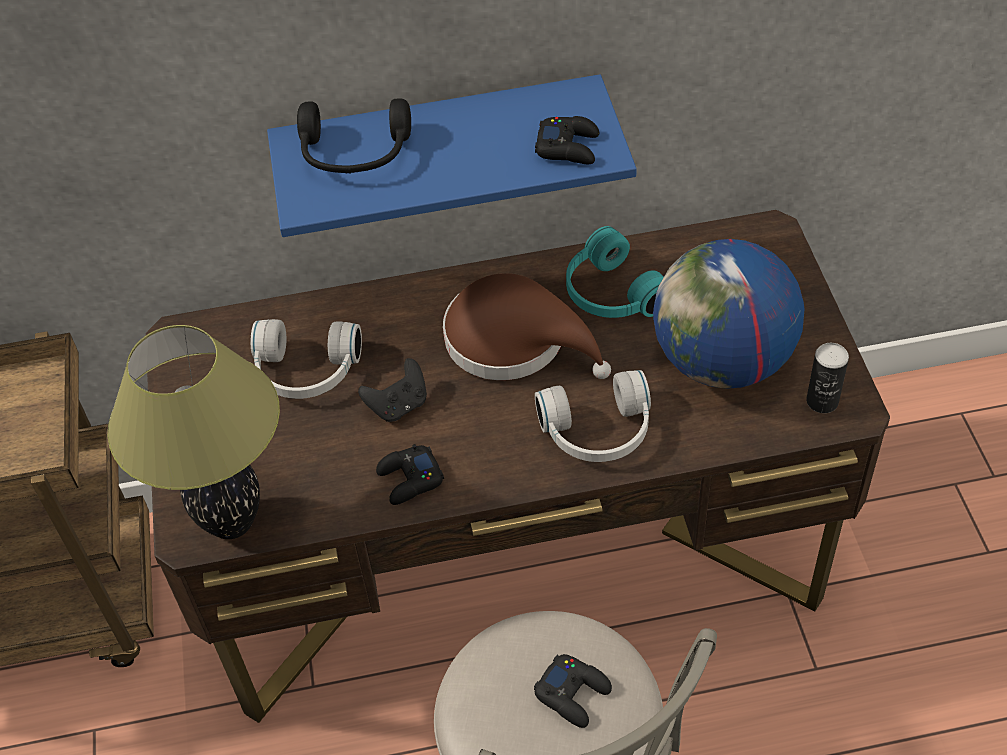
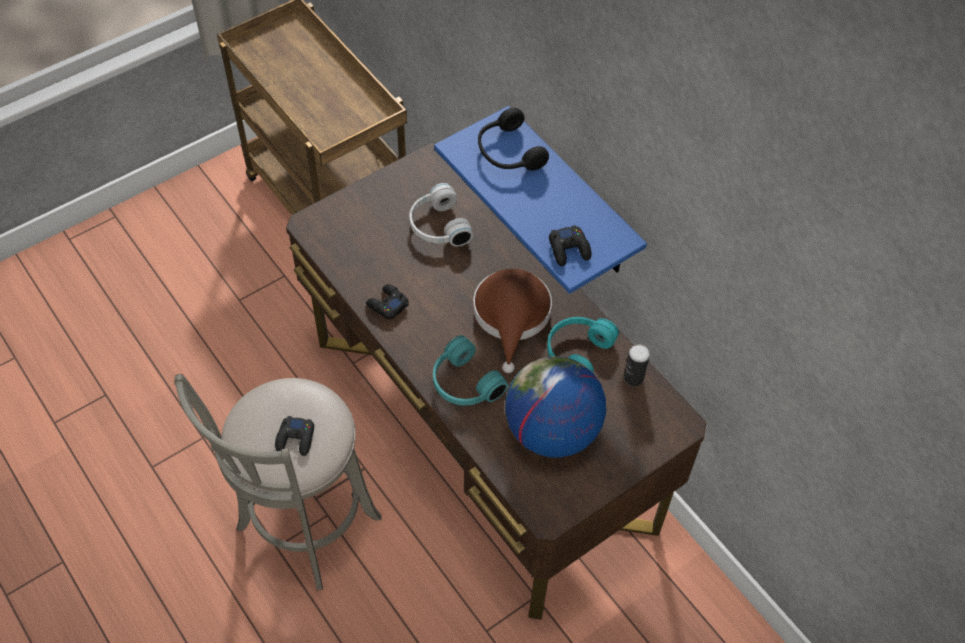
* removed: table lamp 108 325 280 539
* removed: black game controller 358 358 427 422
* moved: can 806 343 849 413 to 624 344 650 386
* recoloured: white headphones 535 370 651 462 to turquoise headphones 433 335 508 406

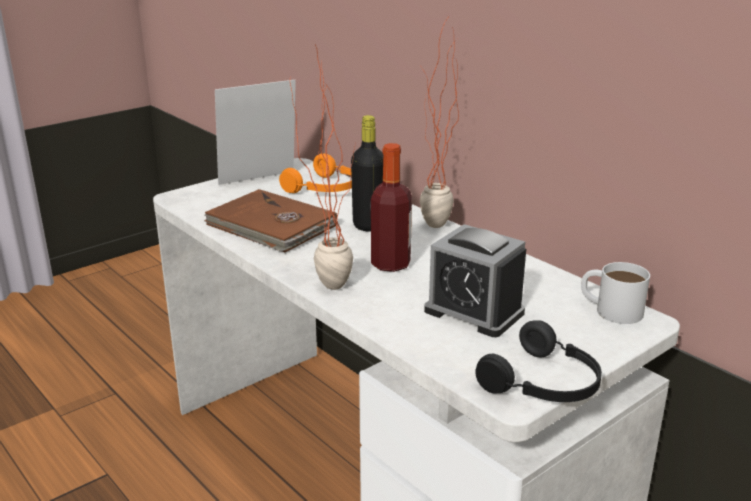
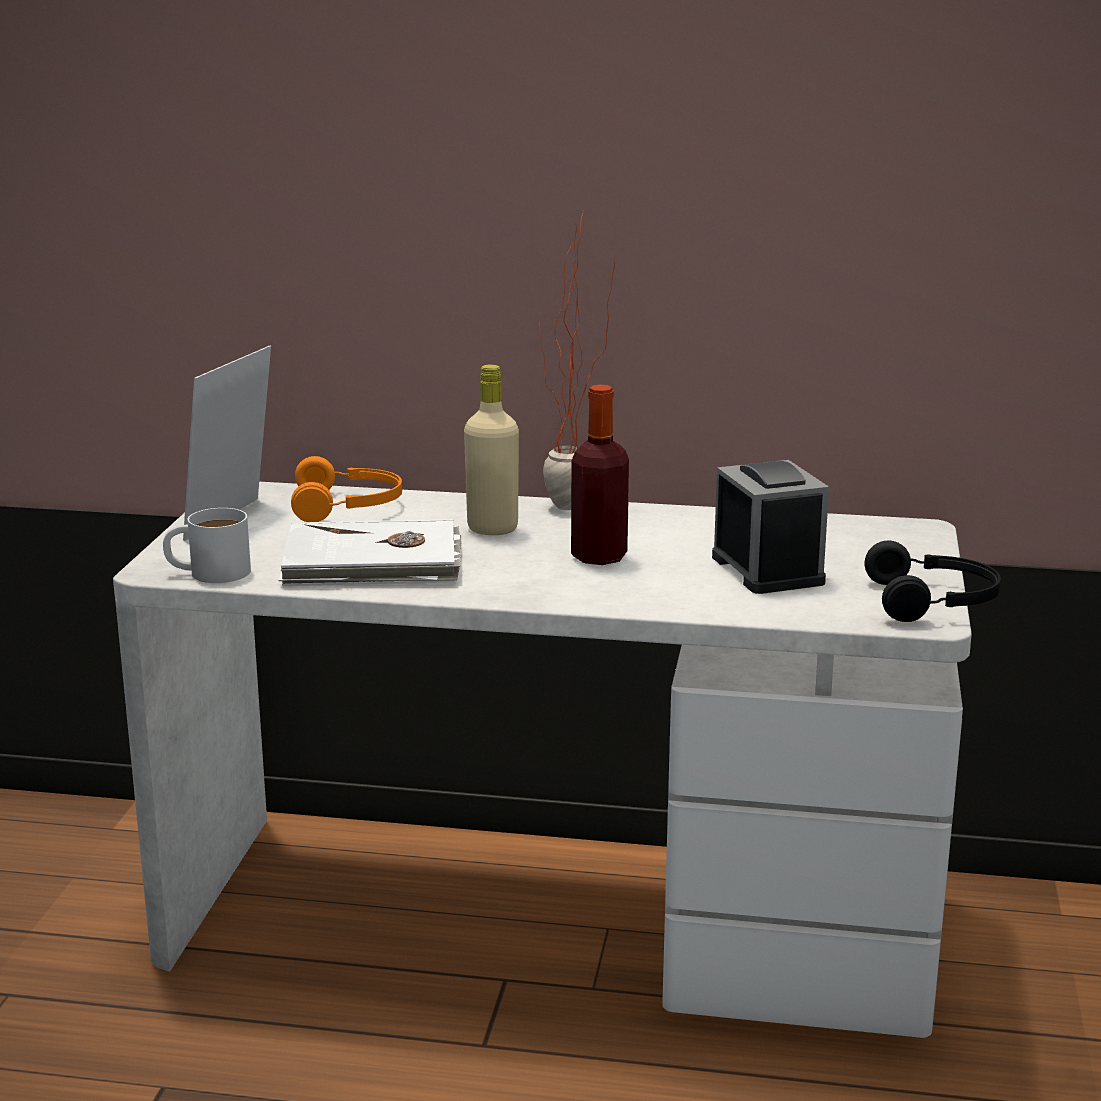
* removed: potted plant 290 45 355 290
* moved: white mug 581 262 650 324 to 163 508 251 583
* recoloured: brown book 204 189 337 252 to white book 279 519 461 586
* recoloured: black bottle 351 115 383 232 to beige bottle 464 365 519 535
* turned: alarm clock 424 224 526 337 = 712 460 829 594 105 degrees counterclockwise

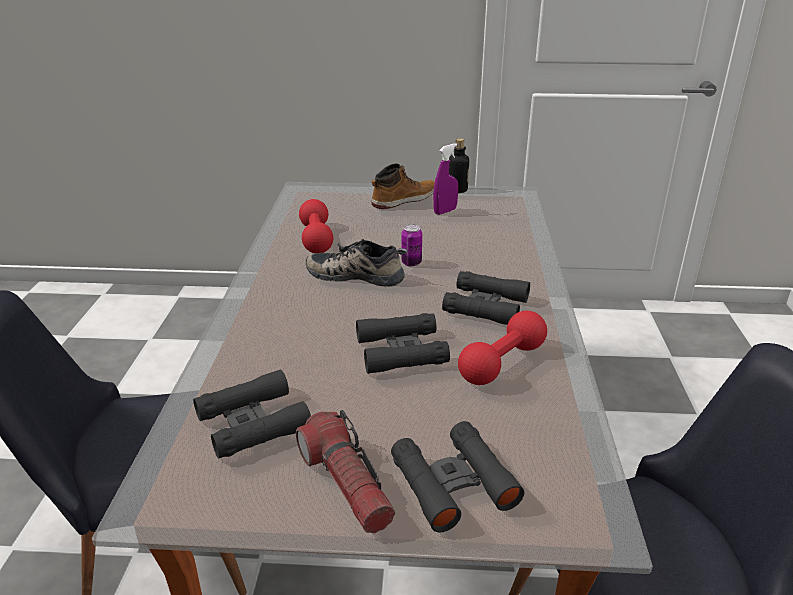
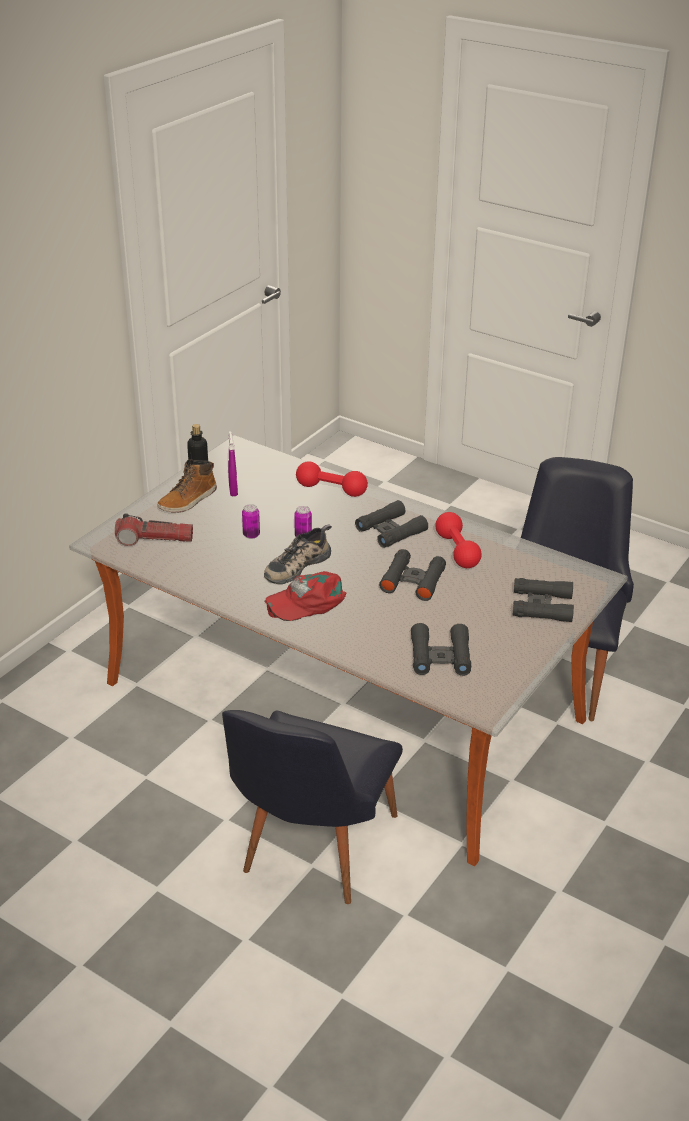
* added: can 242 504 260 539
* added: red cap 265 571 347 621
* moved: flashlight 296 410 395 533 to 115 513 193 546
* moved: red dumbbell 299 199 333 253 to 296 461 368 497
* turned: boot 372 163 435 209 = 157 459 217 512 135 degrees counterclockwise

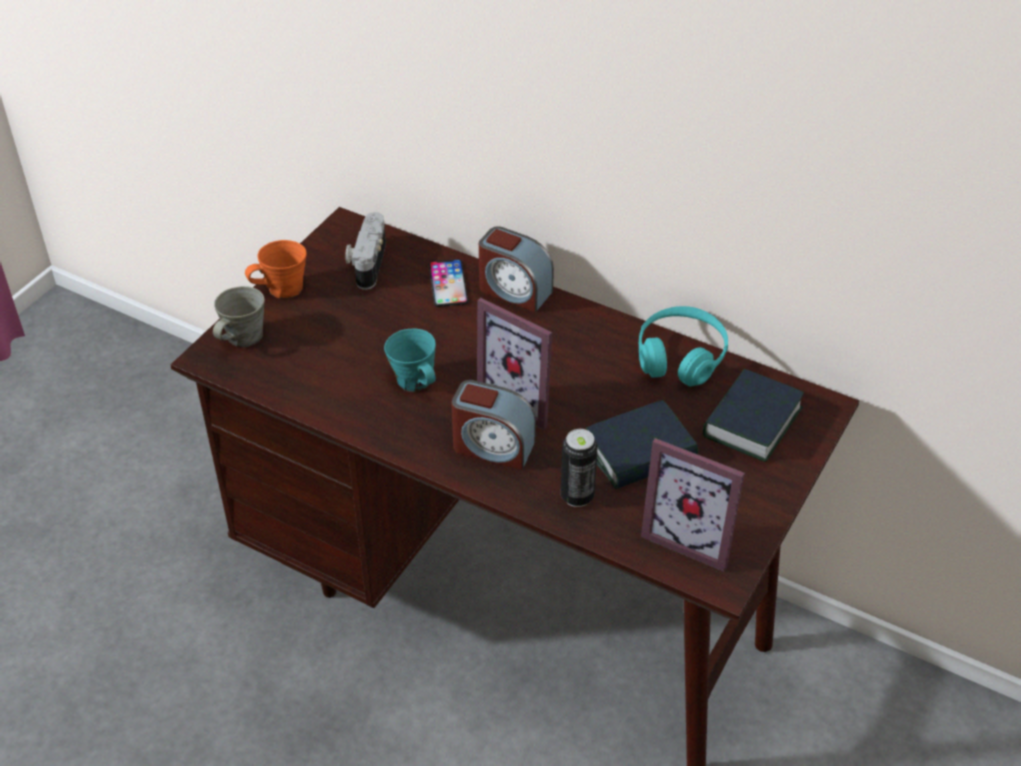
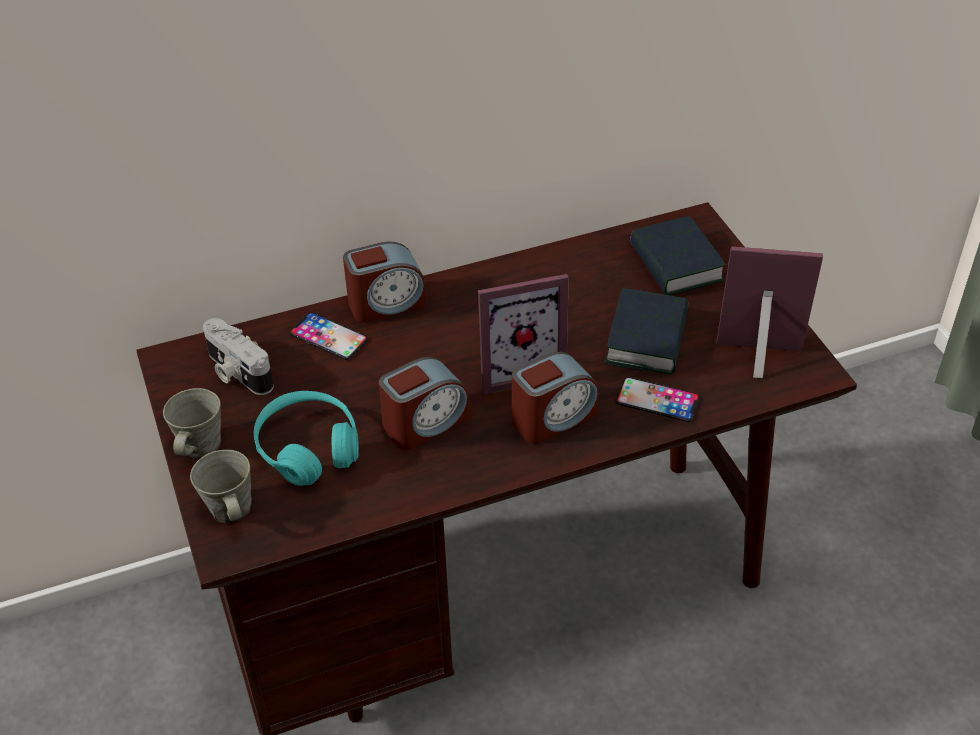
* moved: turquoise headphones 639 306 728 386 to 254 391 359 486
* replaced: turquoise mug 384 328 436 392 to alarm clock 379 357 469 450
* replaced: can 561 429 598 507 to phone 616 377 700 422
* recoloured: orange mug 245 240 307 298 to grey mug 163 388 221 458
* turned: picture frame 641 438 745 572 = 717 246 823 378 150 degrees counterclockwise

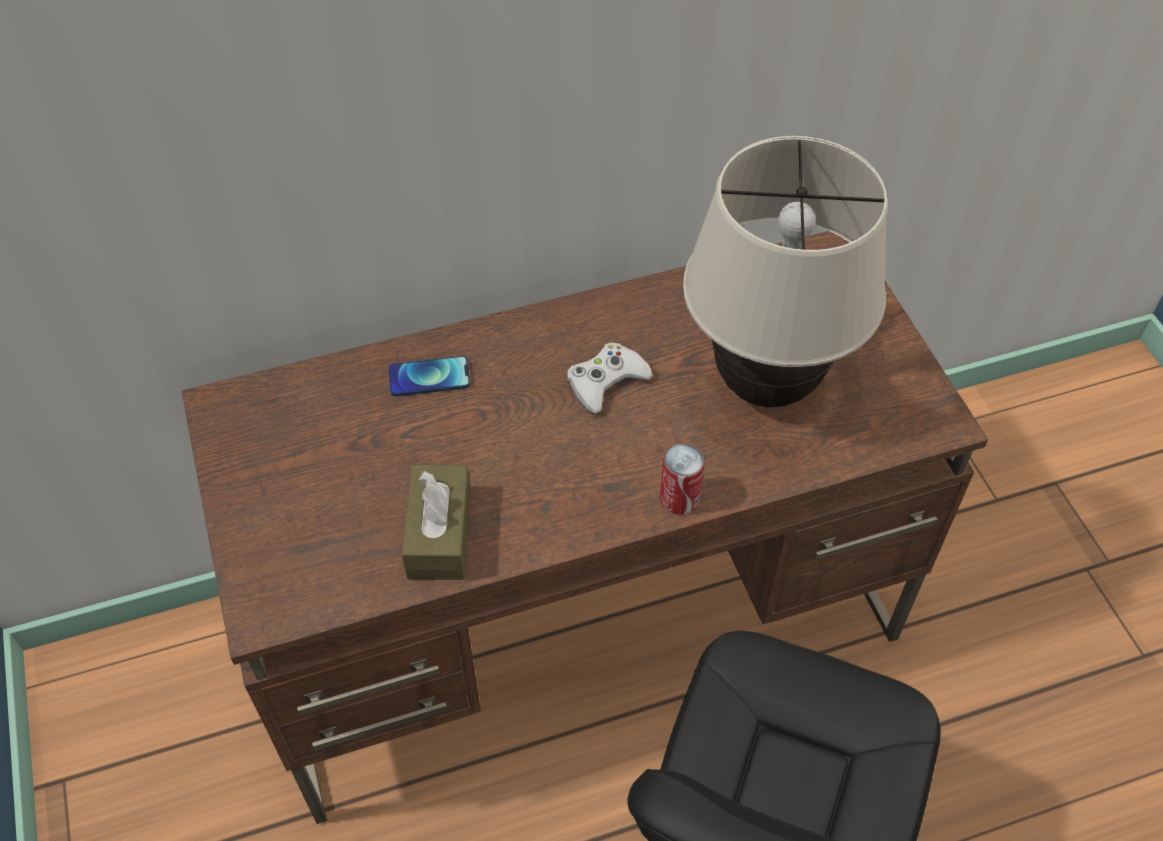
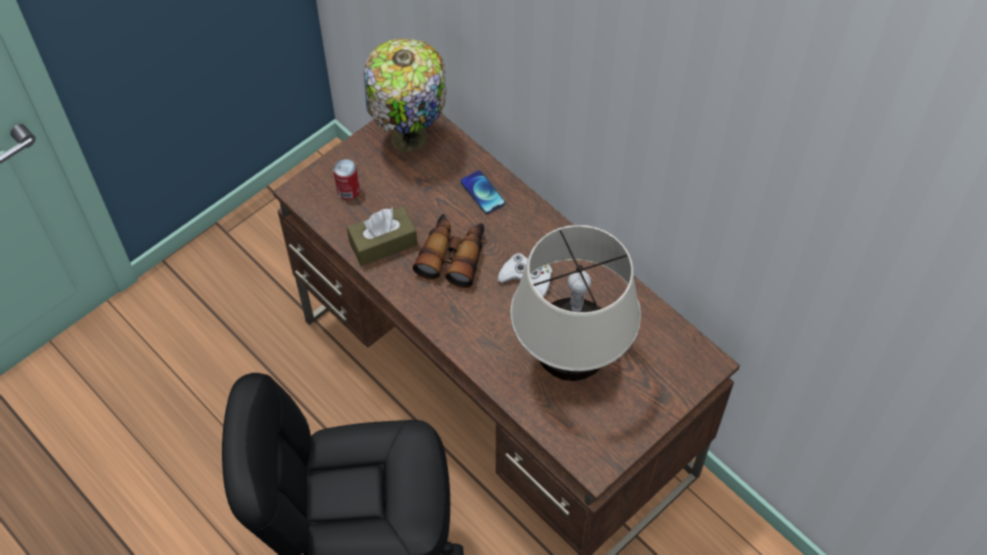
* added: table lamp 364 38 446 152
* added: binoculars 413 214 484 288
* moved: can 660 444 705 515 to 333 159 360 200

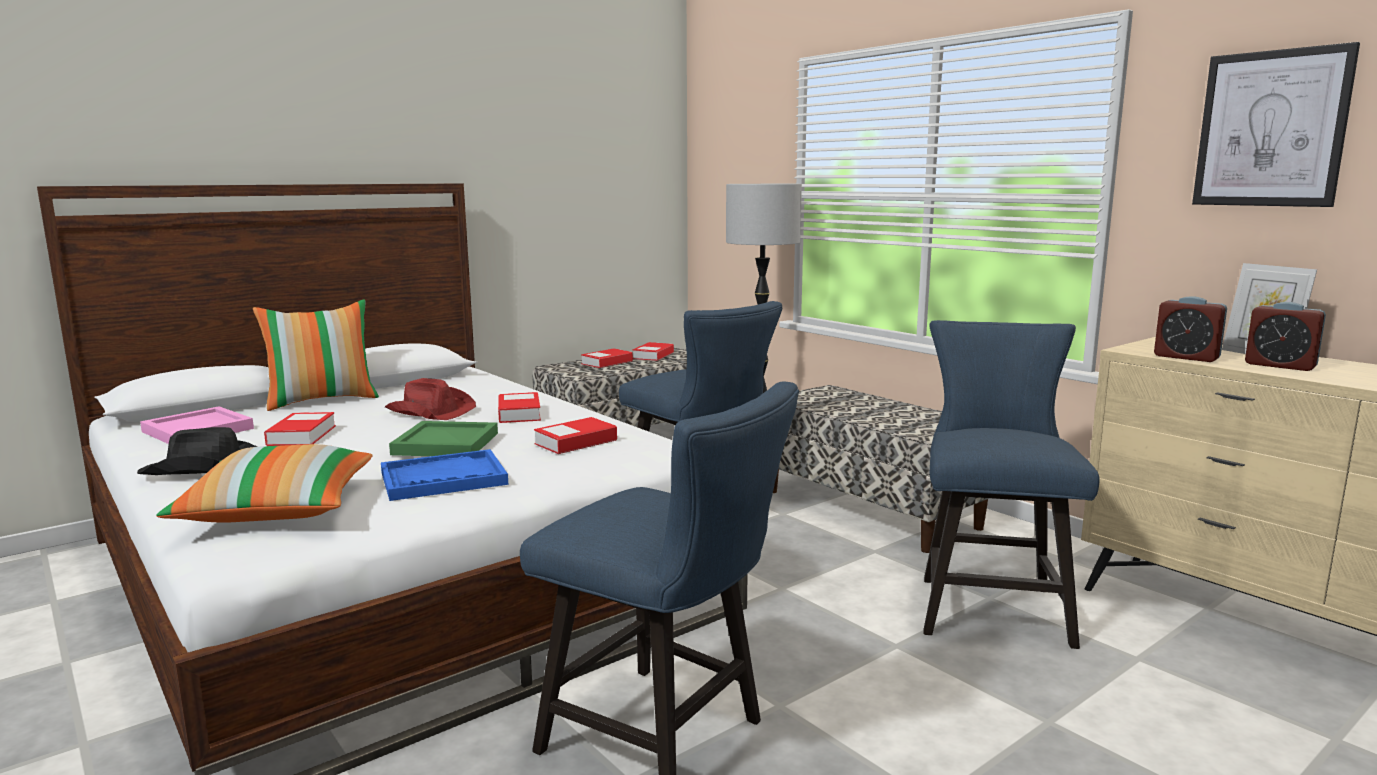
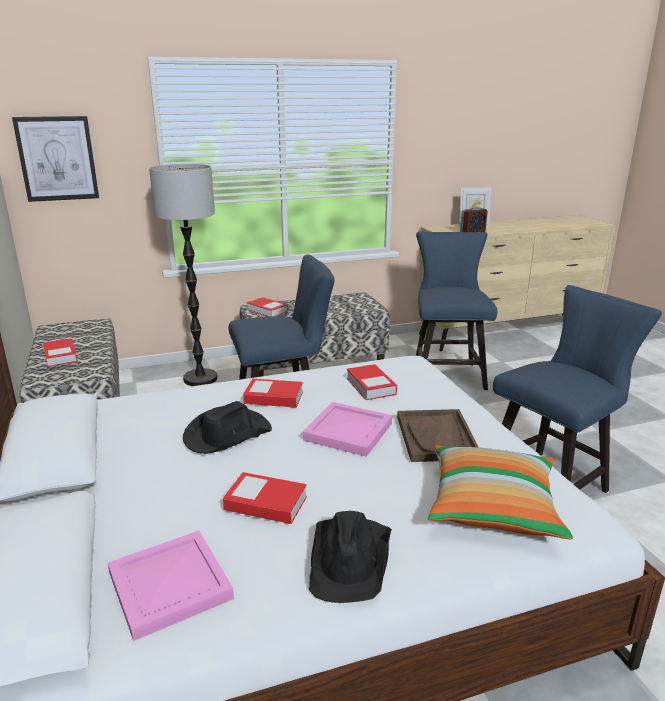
* removed: pillow 253 300 379 411
* removed: alarm clock 1245 302 1326 371
* moved: book 633 342 674 361 to 247 297 288 317
* moved: picture 1192 42 1360 207 to 12 116 99 202
* recoloured: blue tray 381 449 508 501 to brown tray 397 409 479 462
* recoloured: red hat 385 378 476 420 to black hat 183 401 272 454
* recoloured: green tray 389 421 498 456 to pink tray 302 402 392 457
* turned: blue chair 923 320 1100 649 = 416 232 497 390 60 degrees clockwise

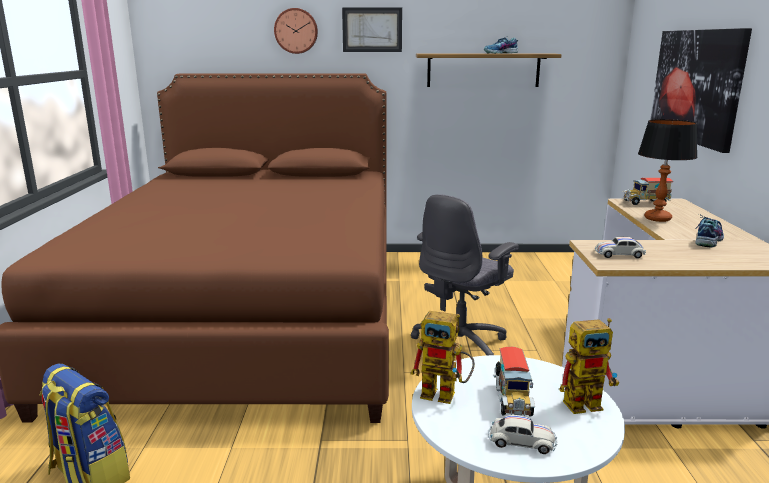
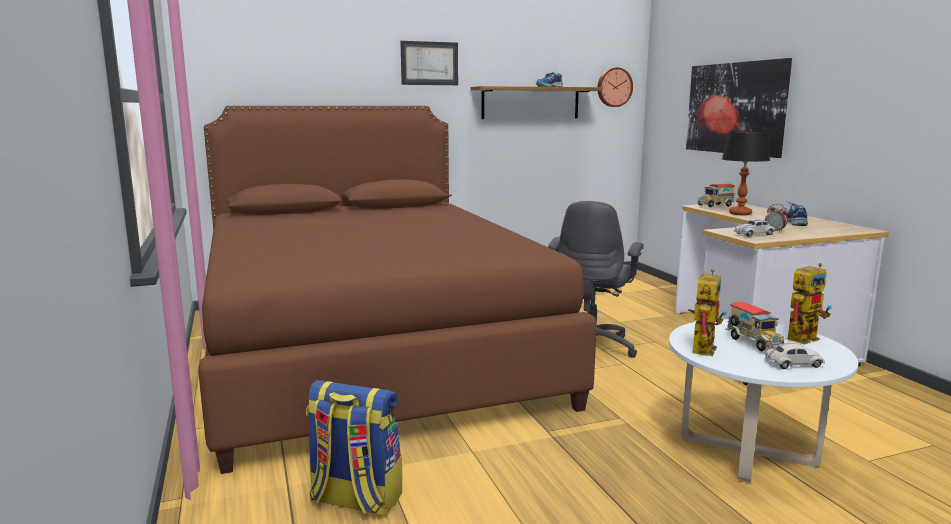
* added: alarm clock 765 204 788 233
* moved: wall clock 274 8 318 54 to 598 67 633 107
* turned: toy robot 411 311 475 404 = 688 269 726 356 60 degrees counterclockwise

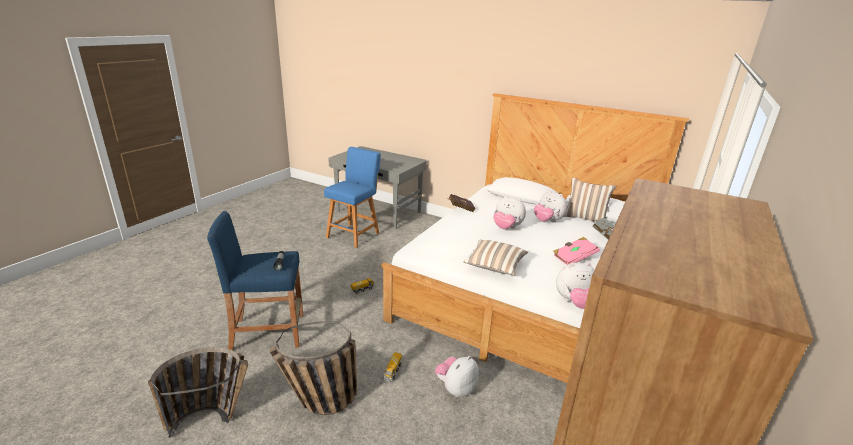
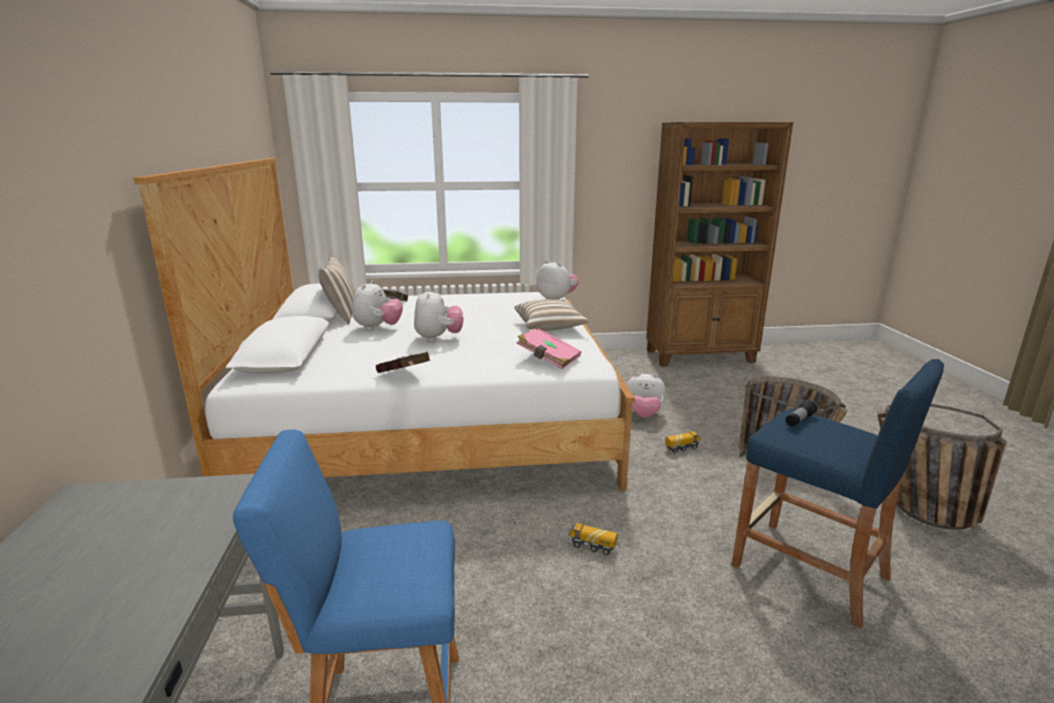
* moved: pink book 553 237 600 265 to 517 327 581 369

